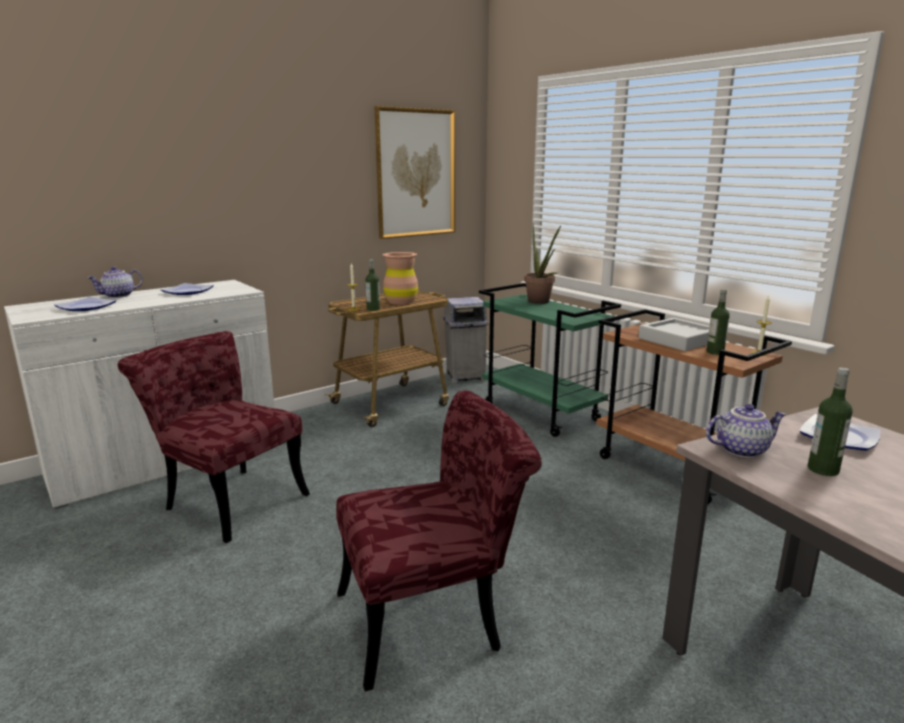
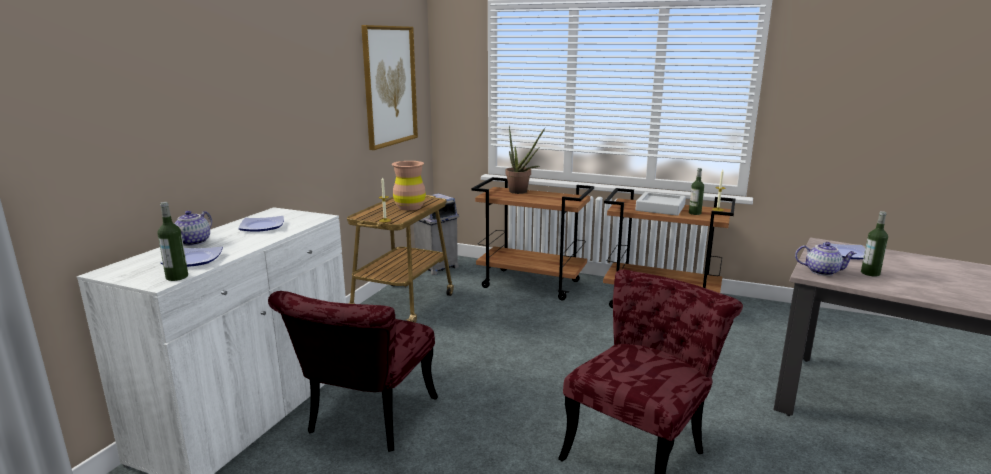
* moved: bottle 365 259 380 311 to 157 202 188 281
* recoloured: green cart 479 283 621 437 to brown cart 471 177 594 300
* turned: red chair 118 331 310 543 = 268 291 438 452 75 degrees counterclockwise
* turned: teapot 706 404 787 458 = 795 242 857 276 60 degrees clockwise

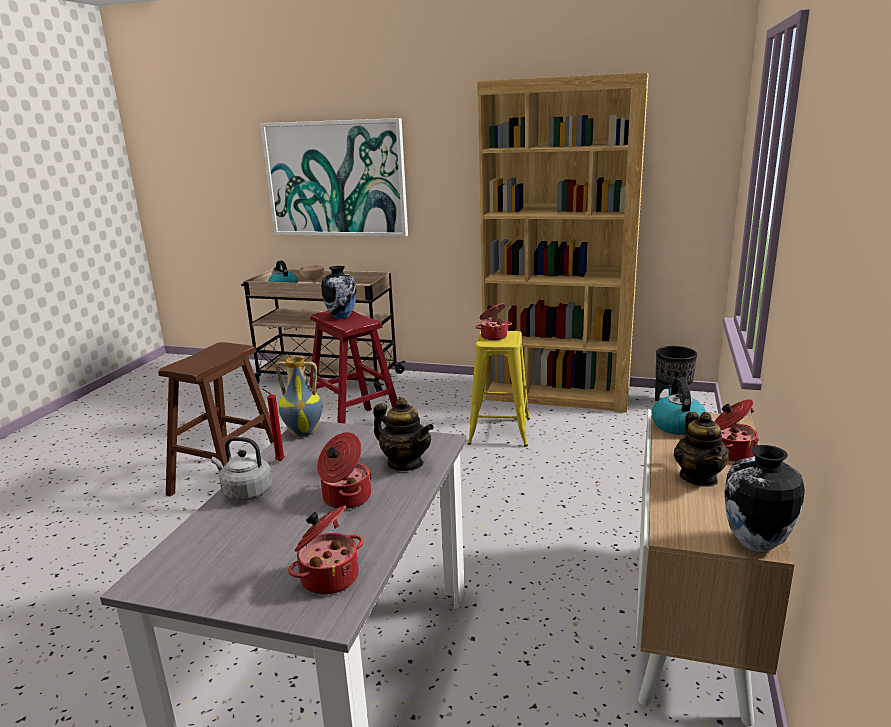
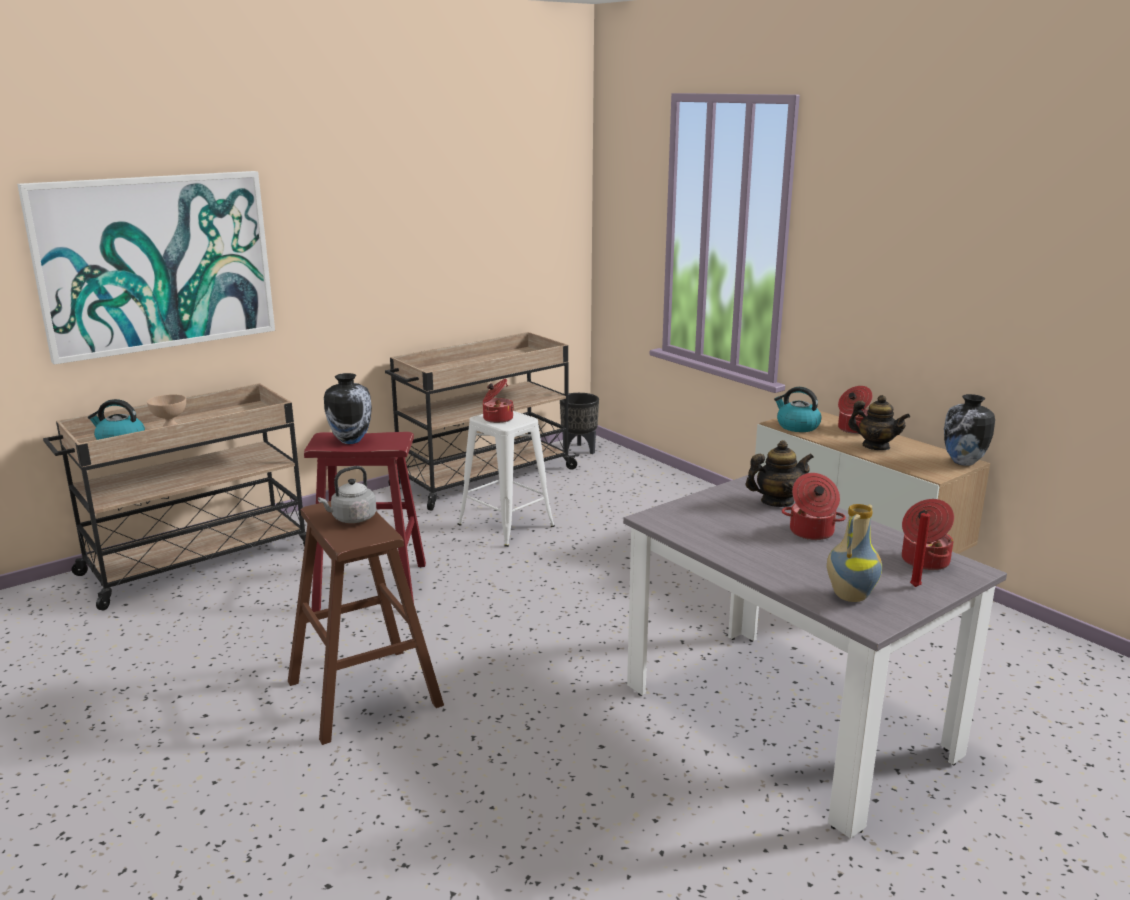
* moved: grey kettle 211 437 272 501 to 318 466 376 523
* moved: red candle 263 389 285 461 to 910 509 930 587
* moved: vase 275 357 323 437 to 827 504 882 602
* replaced: brown bookcase 477 73 649 413 to beige cart 385 332 579 511
* recoloured: yellow stool 468 331 530 447 to white stool 458 411 555 547

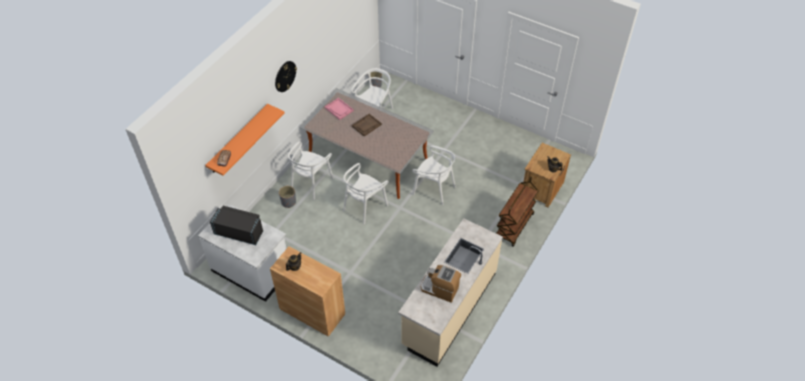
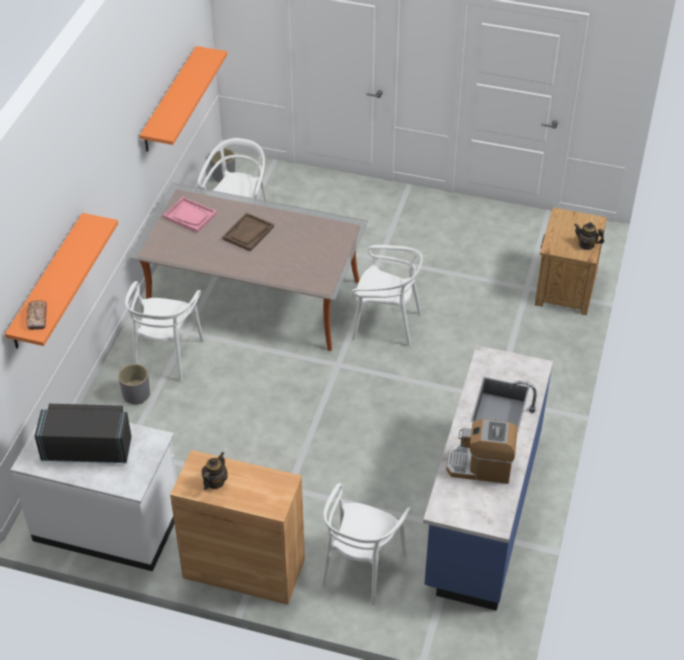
* removed: wall clock 275 61 297 92
* removed: brown cart 496 177 538 247
* added: orange shelf 139 46 227 152
* moved: white chair 343 163 389 225 to 321 483 411 606
* recoloured: beige counter 398 218 503 367 to blue counter 423 345 553 611

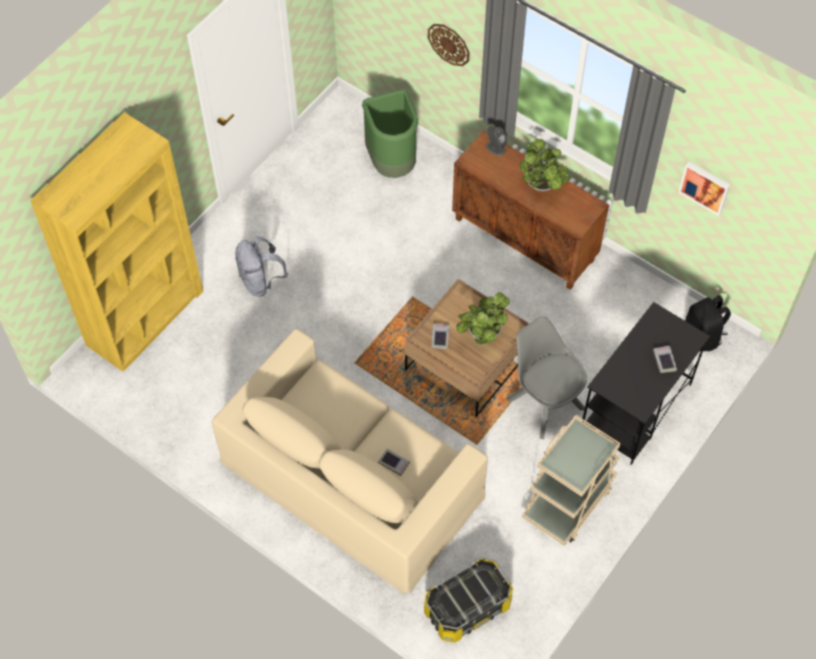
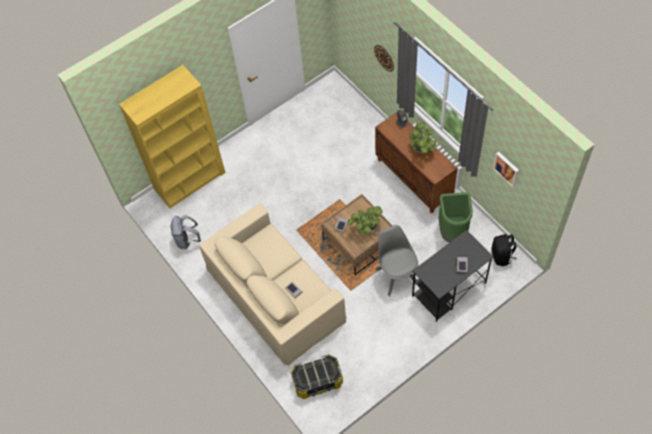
* removed: beige cart 522 415 621 546
* moved: grey backpack 235 237 288 297 to 171 215 201 250
* moved: green trash can 362 90 418 178 to 438 192 473 243

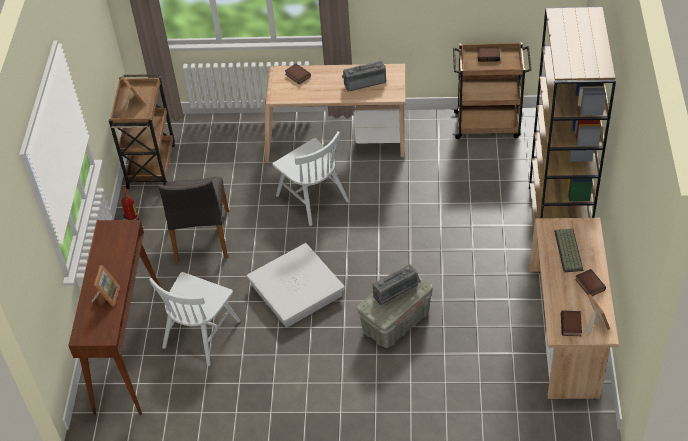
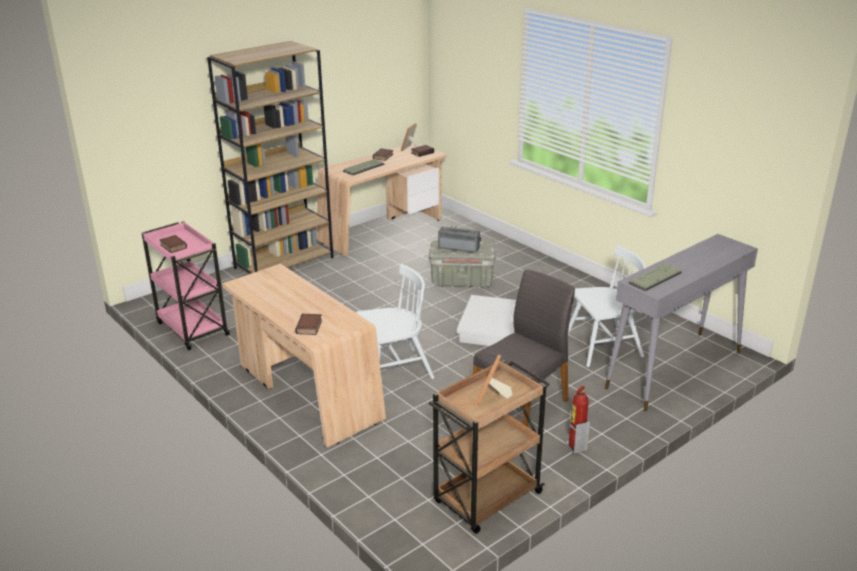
* removed: picture frame 91 265 120 306
* removed: radio 342 61 386 91
* added: keyboard 628 264 682 291
* recoloured: brown console table 68 220 160 415 to grey console table 605 234 758 411
* recoloured: brown cart 452 43 531 139 to pink cart 142 221 230 350
* turned: white chair 272 131 349 226 = 356 264 435 379 60 degrees clockwise

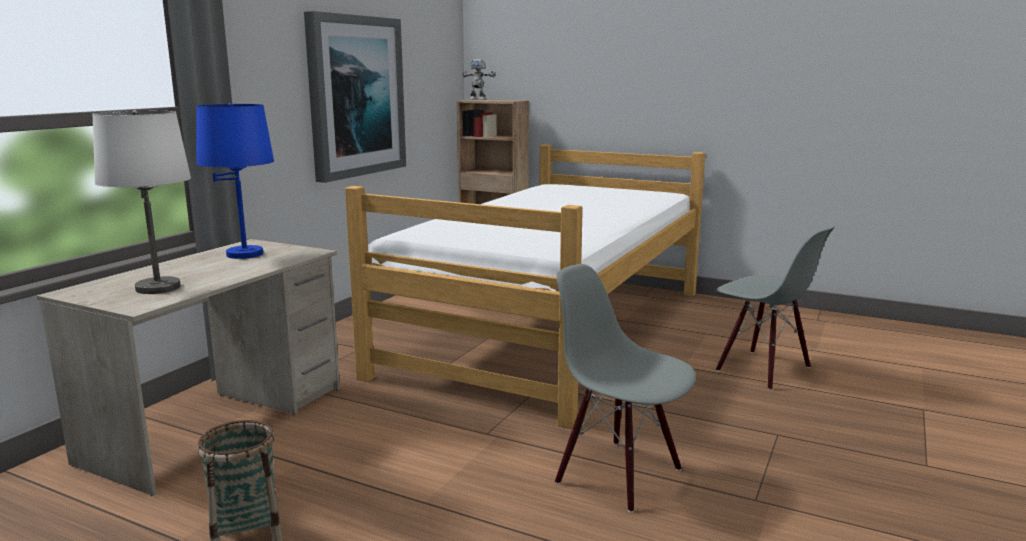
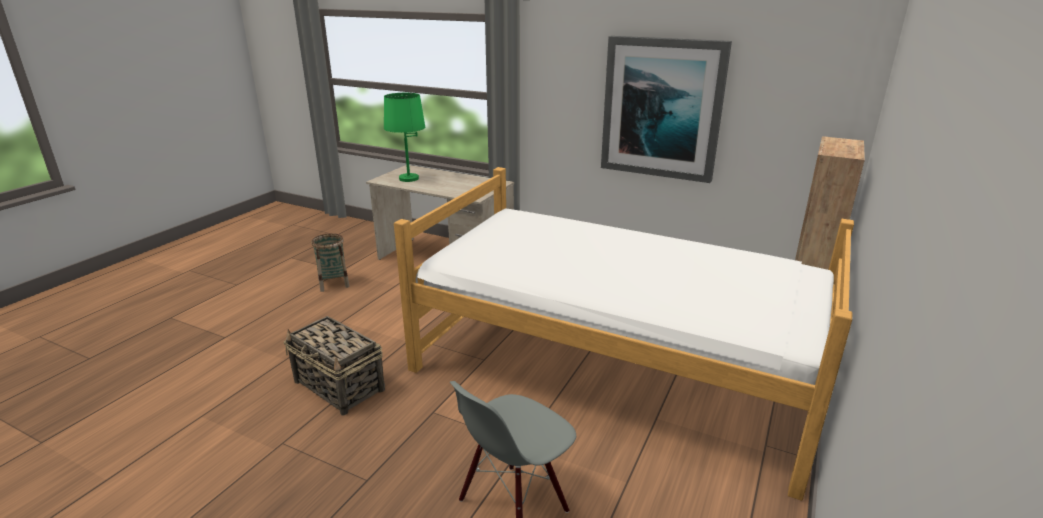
* removed: blue table lamp 196 103 274 259
* removed: toy robot 462 59 496 100
* replaced: grey chair 555 264 696 513 to basket 284 316 385 415
* recoloured: white table lamp 92 110 191 294 to green table lamp 384 93 425 182

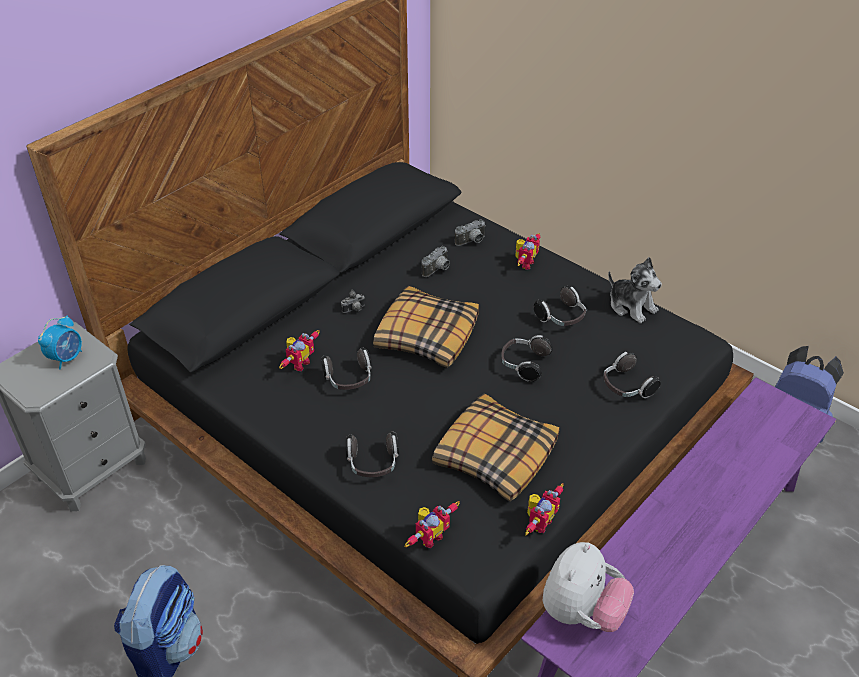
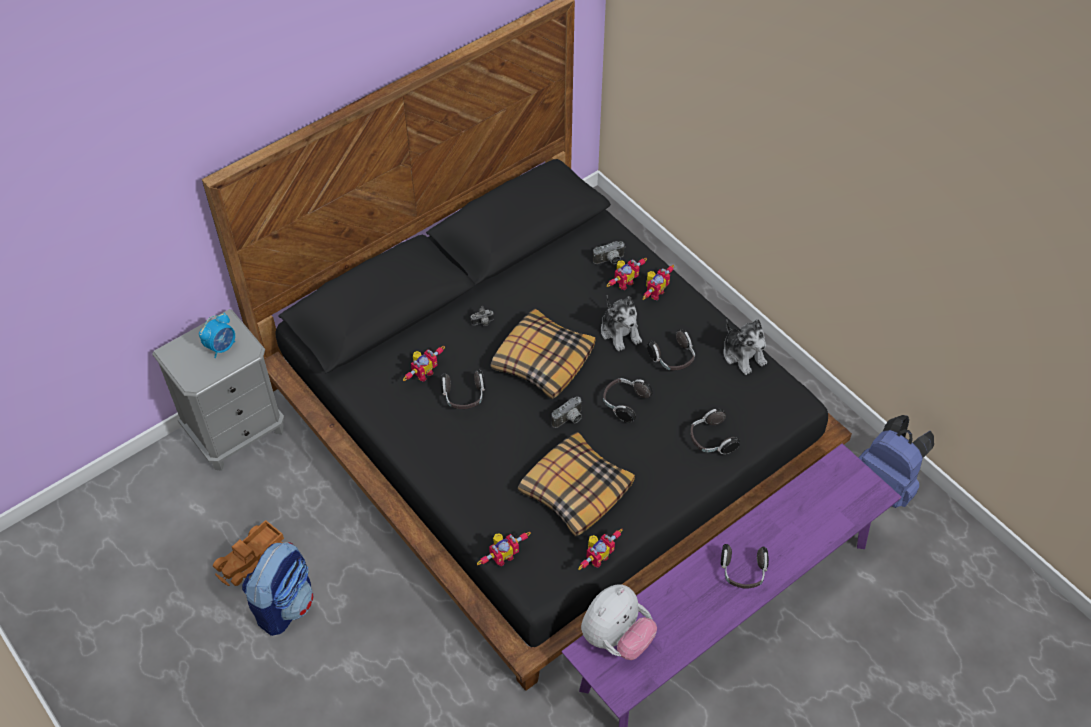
* added: toy truck 213 520 284 586
* added: plush toy 601 295 642 351
* added: toy robot 607 258 647 290
* moved: headphones 346 431 399 478 to 721 544 769 589
* moved: photo camera 421 246 450 277 to 552 397 583 428

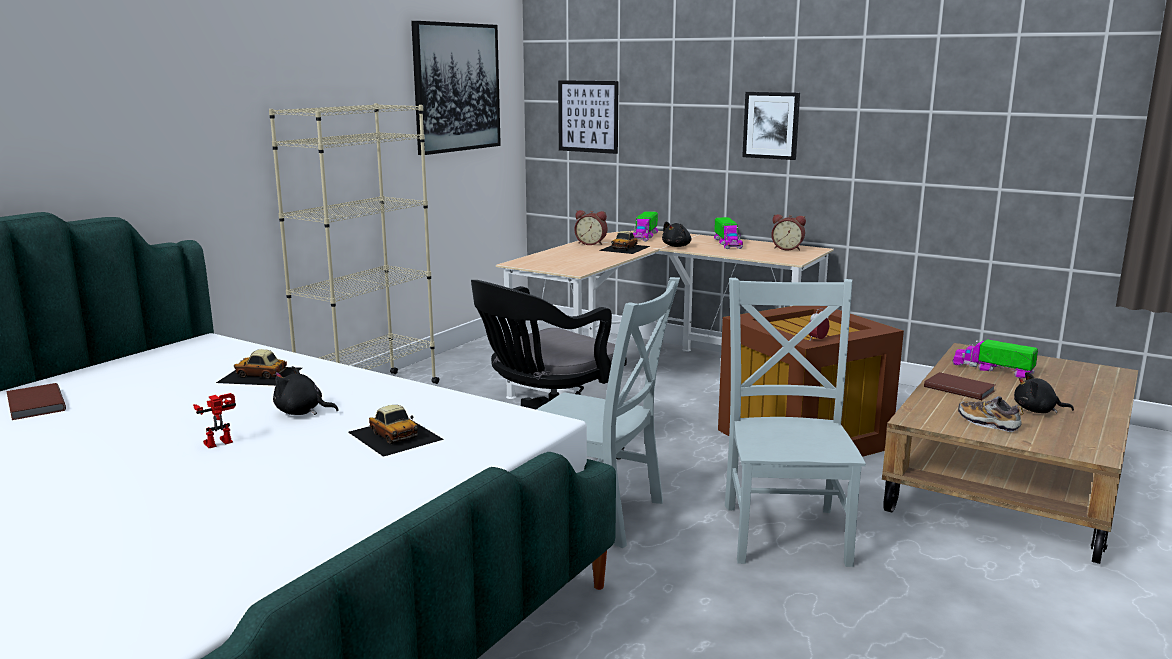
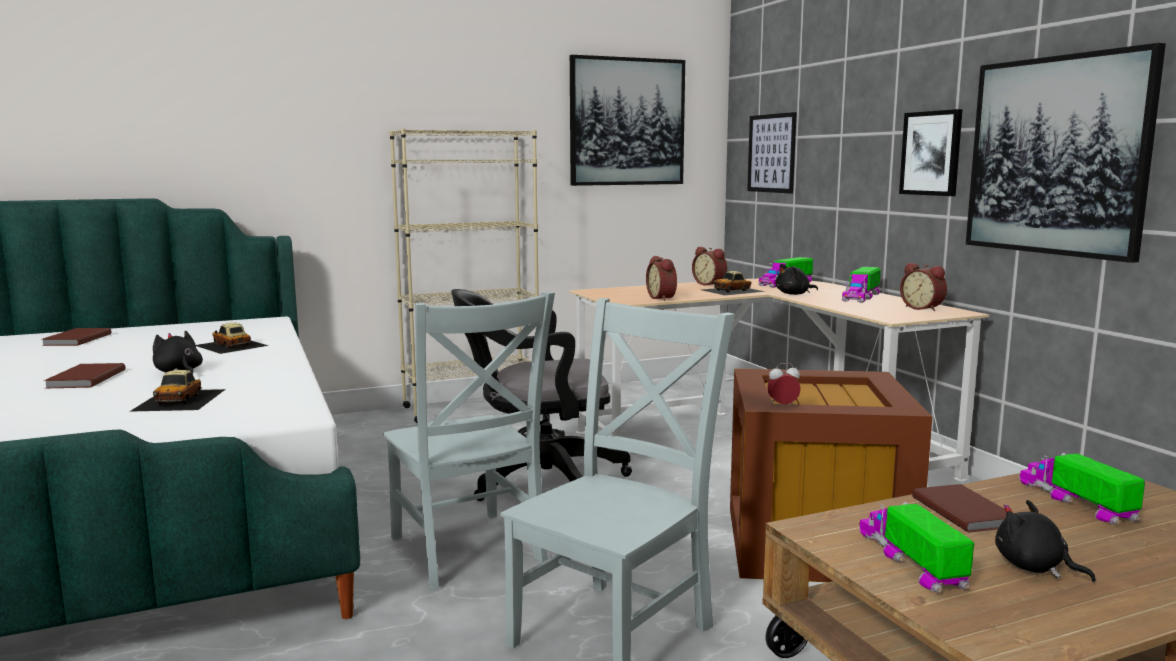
* added: alarm clock 646 256 677 301
* added: picture 966 43 1166 263
* replaced: toy robot 193 393 236 448 to brown book 44 363 125 388
* replaced: shoe 958 396 1024 432 to toy truck 859 502 975 593

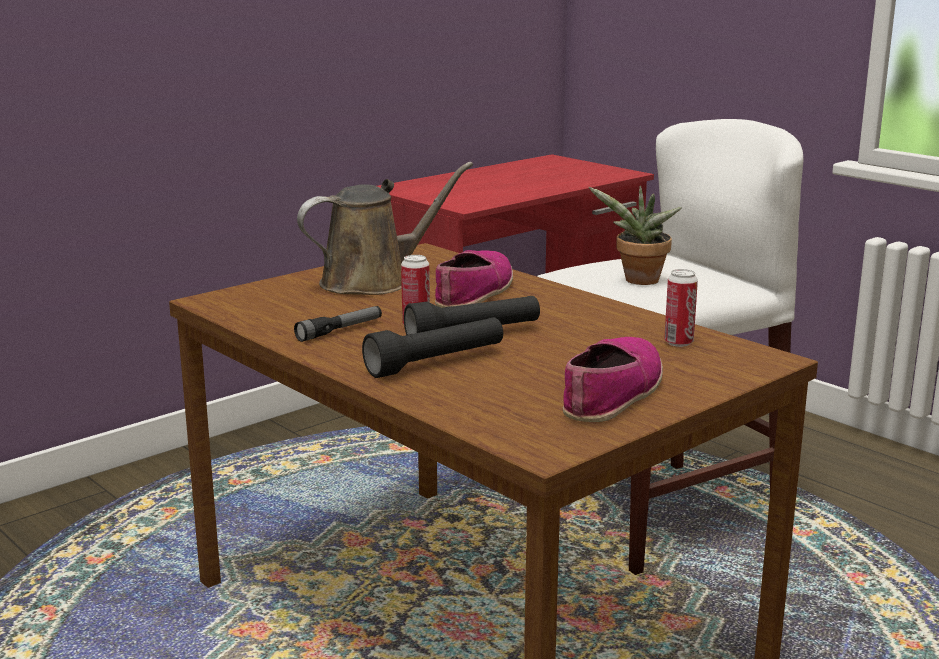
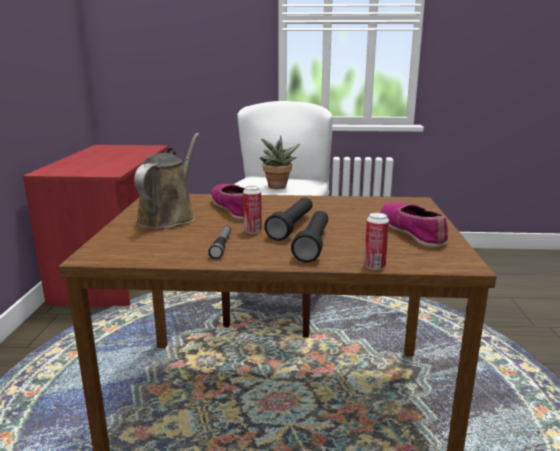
* moved: can 664 269 698 347 to 364 212 389 270

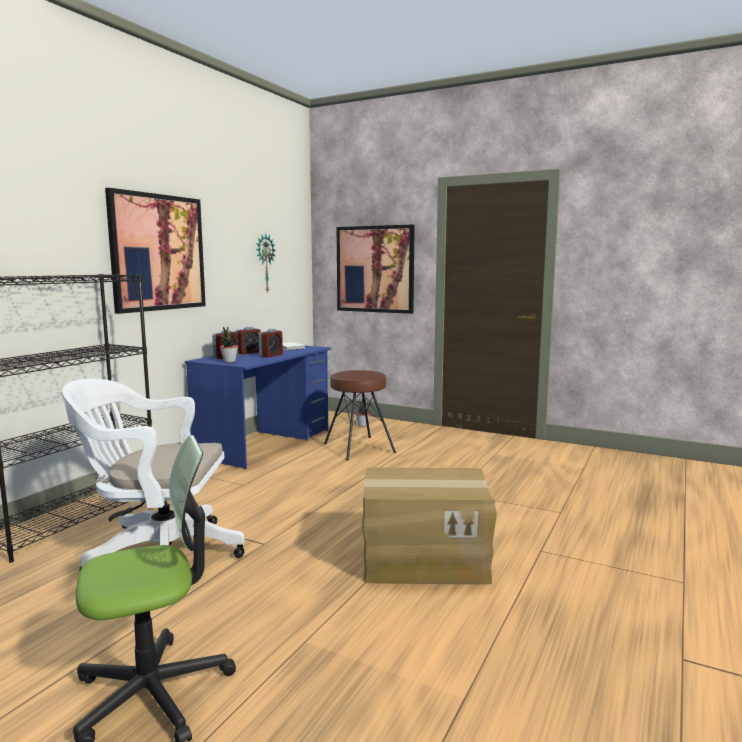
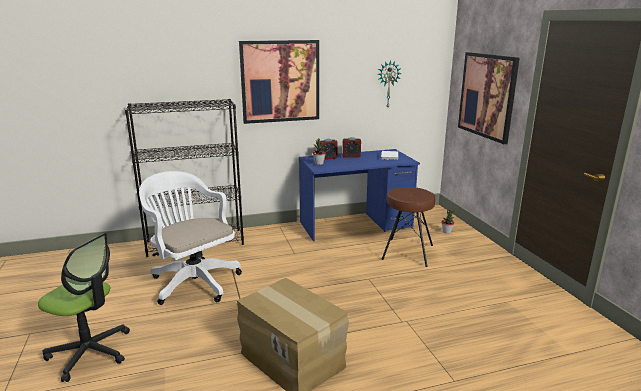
* removed: alarm clock 258 329 283 357

